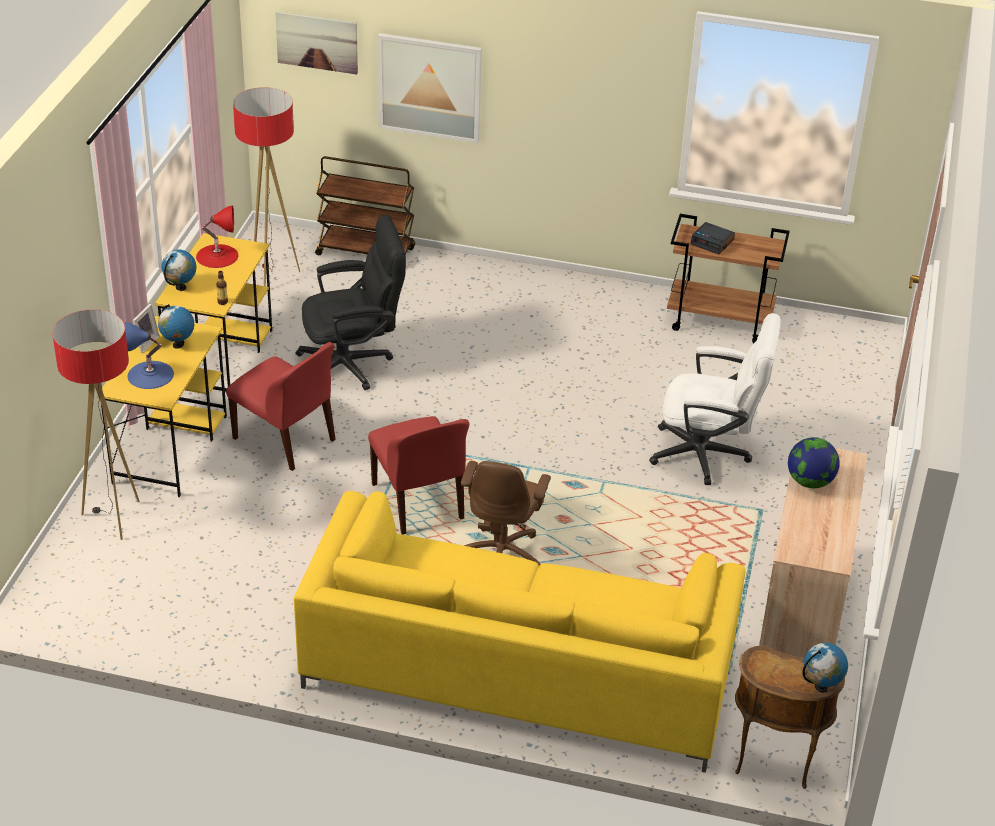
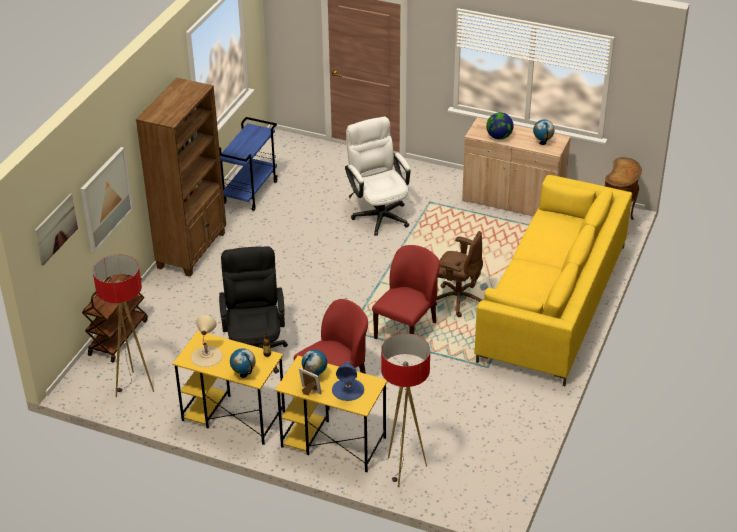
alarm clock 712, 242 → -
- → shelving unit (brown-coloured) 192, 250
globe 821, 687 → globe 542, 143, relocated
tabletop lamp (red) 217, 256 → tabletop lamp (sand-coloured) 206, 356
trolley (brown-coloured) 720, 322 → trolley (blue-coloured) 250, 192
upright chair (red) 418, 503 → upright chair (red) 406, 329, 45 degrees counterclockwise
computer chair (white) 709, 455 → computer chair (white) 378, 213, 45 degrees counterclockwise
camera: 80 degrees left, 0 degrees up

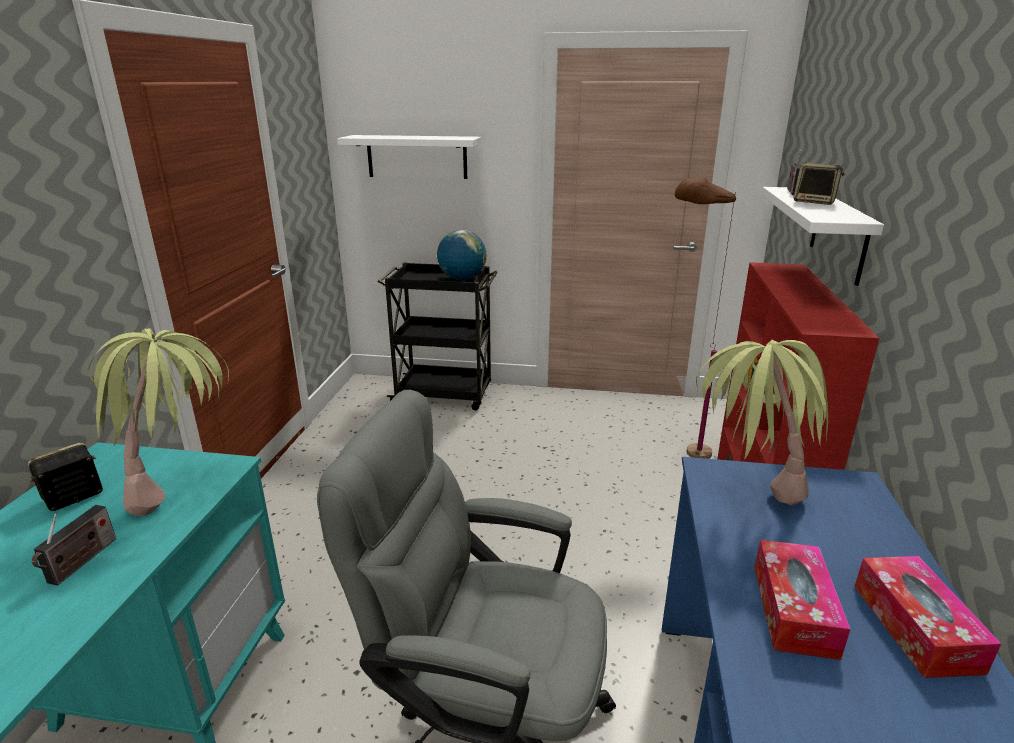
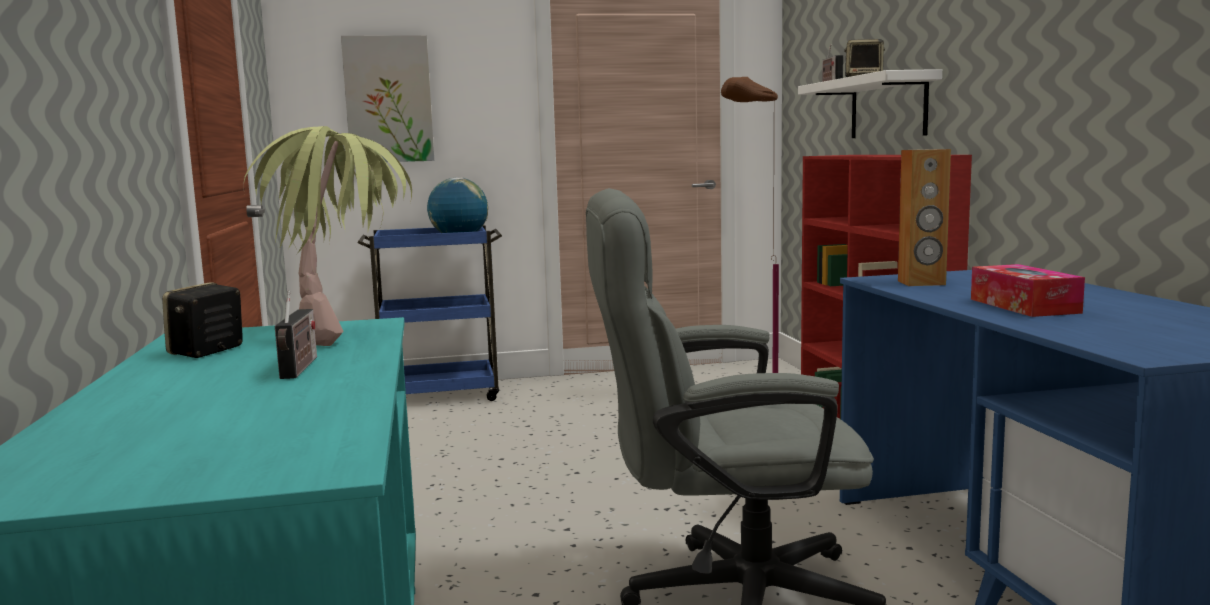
tissue holder 915, 627 → -
wall shelf (white) 417, 157 → wall picture 388, 99
plant in a pot 746, 498 → audio speaker (brown-coloured) 921, 283
trolley (blackish) 444, 394 → trolley (blue-coloured) 440, 395
camera: 20 degrees left, 15 degrees down

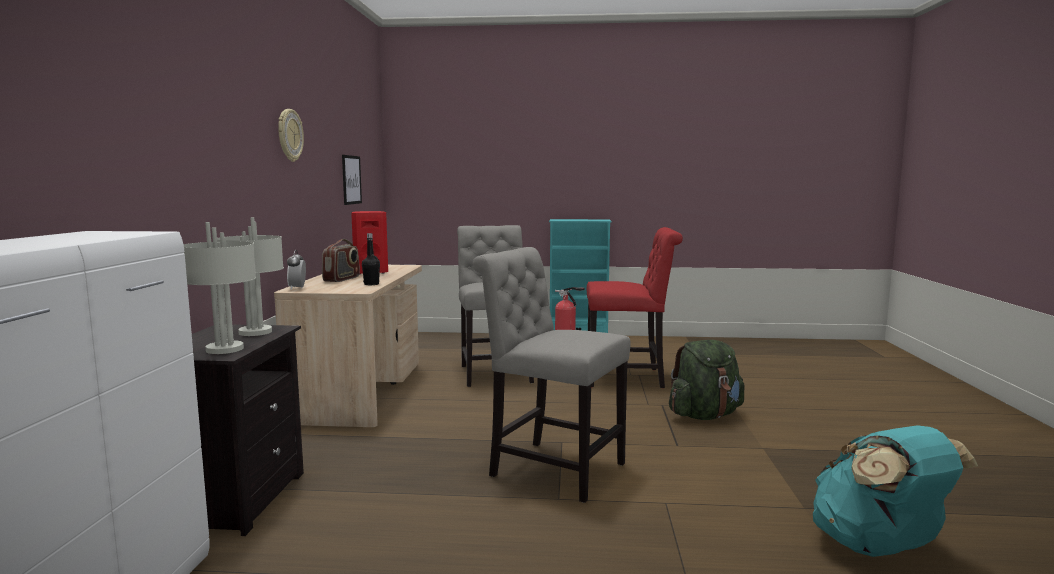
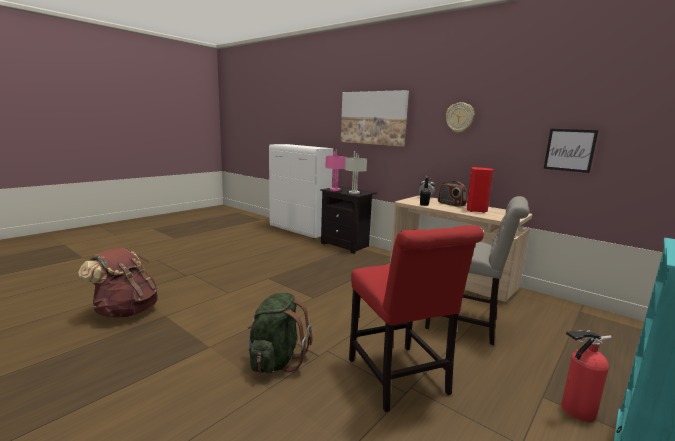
upright chair (grey) 551, 468 → -
- → wall picture 373, 118
tabletop lamp (grey) 225, 349 → tabletop lamp (pinkish) 335, 189
knapsack (turquoise-coloured) 879, 547 → knapsack (brown-coloured) 126, 311
upright chair (red) 629, 378 → upright chair (red) 400, 380, 60 degrees counterclockwise
camera: 125 degrees right, 5 degrees up

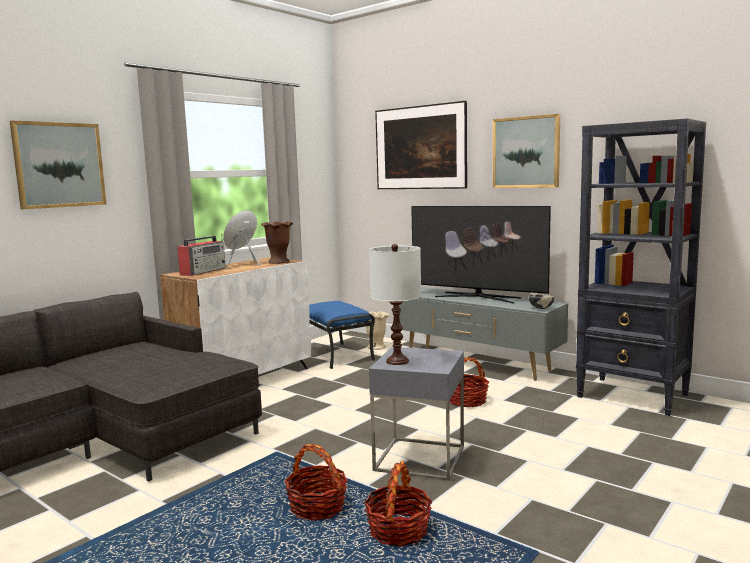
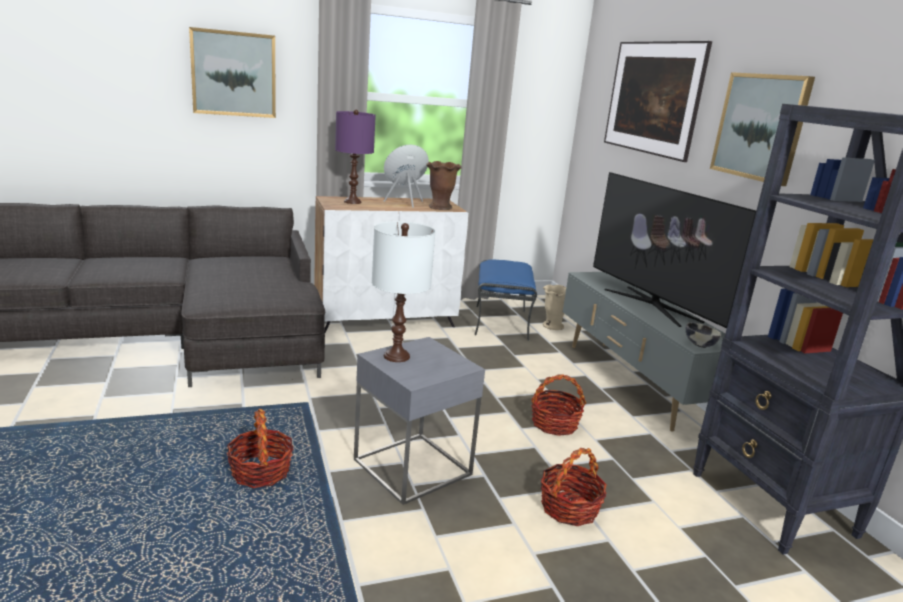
basket 398, 531 → basket 569, 508, relocated
radio set 203, 271 → tabletop lamp (purple) 353, 202
camera: 30 degrees right, 10 degrees up

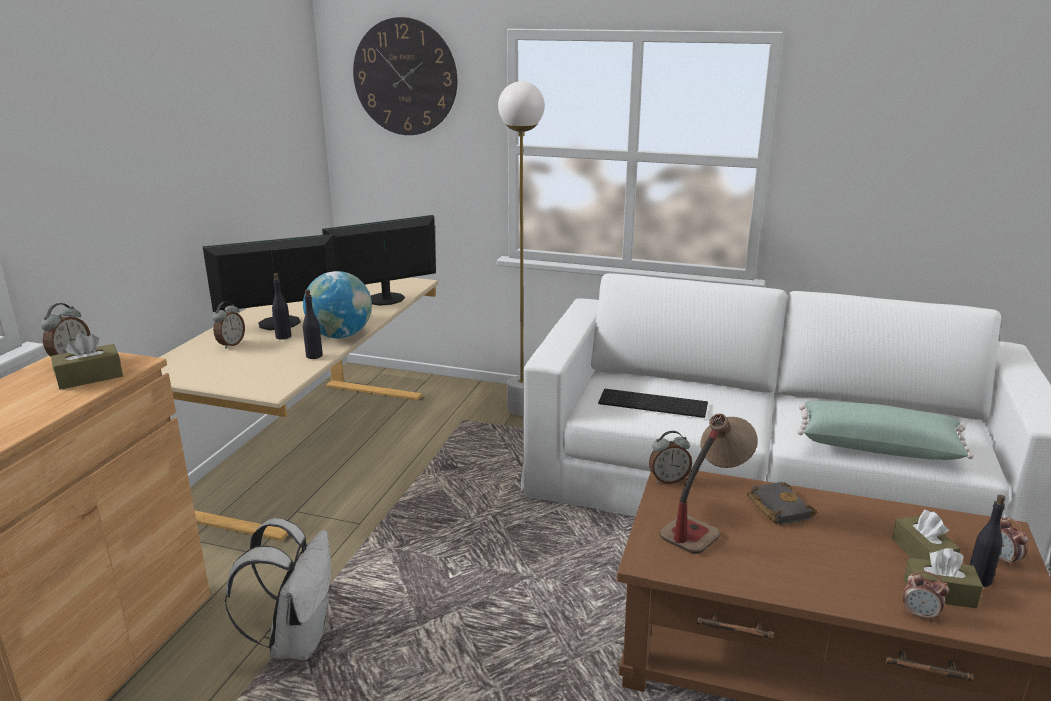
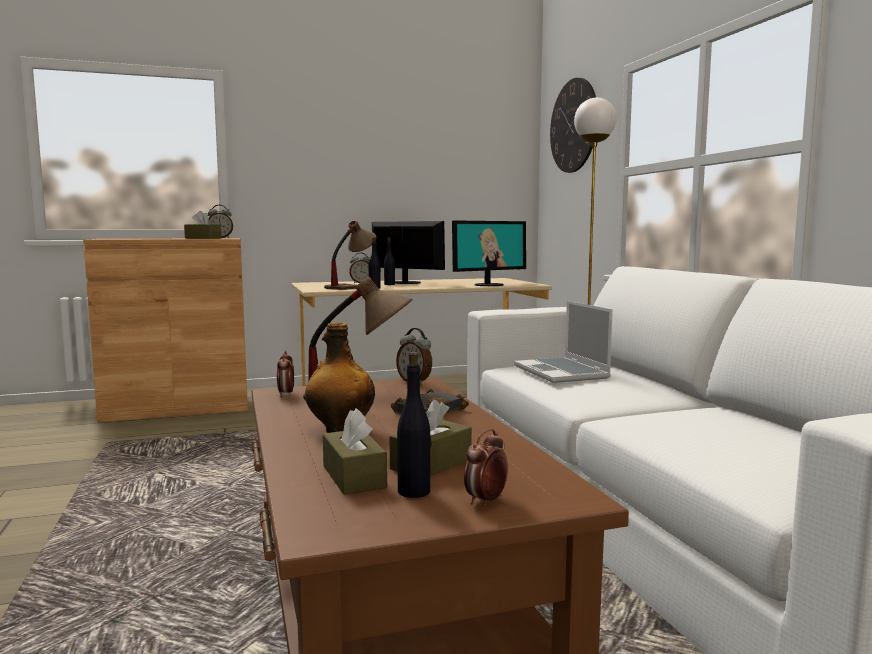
knapsack (white) 296, 640 → -
globe 340, 335 → -
pillow (greenish) 878, 446 → -
- → drink bottle 340, 430
- → tabletop lamp 351, 287
alarm clock 920, 615 → alarm clock 286, 394, relocated
PC keyboard 654, 403 → portable computer 562, 372
computer display 385, 299 → computer display 488, 285, 120 degrees clockwise
camera: 55 degrees right, 15 degrees down

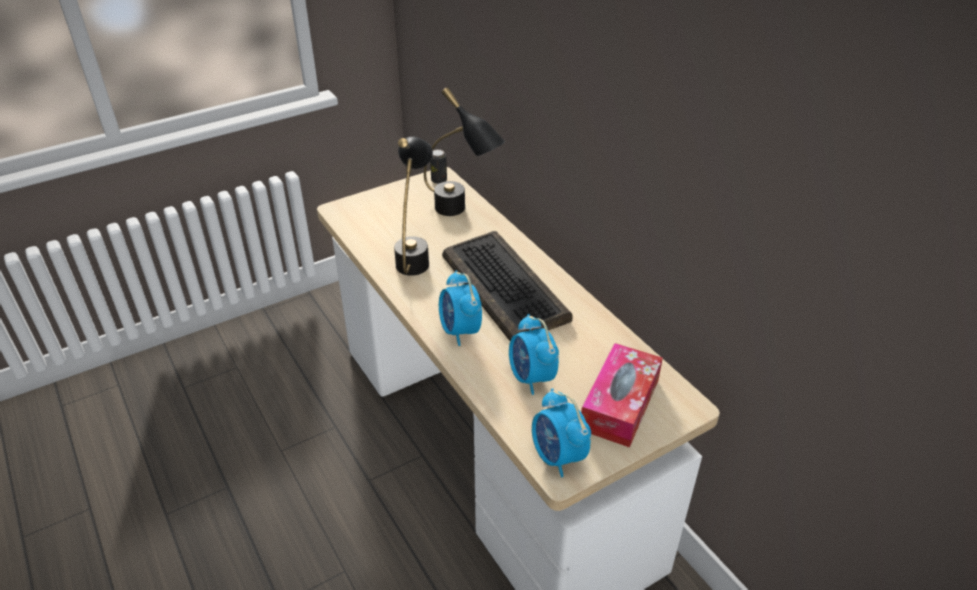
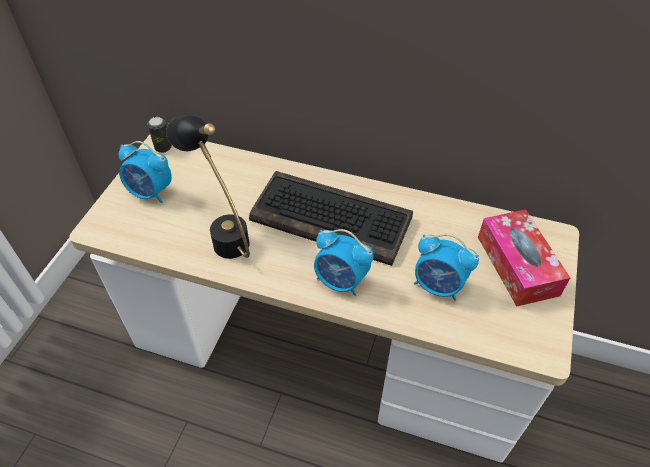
tabletop lamp (blackish) 461, 213 → -
alarm clock 558, 456 → alarm clock 151, 193, relocated
camera: 40 degrees left, 10 degrees up

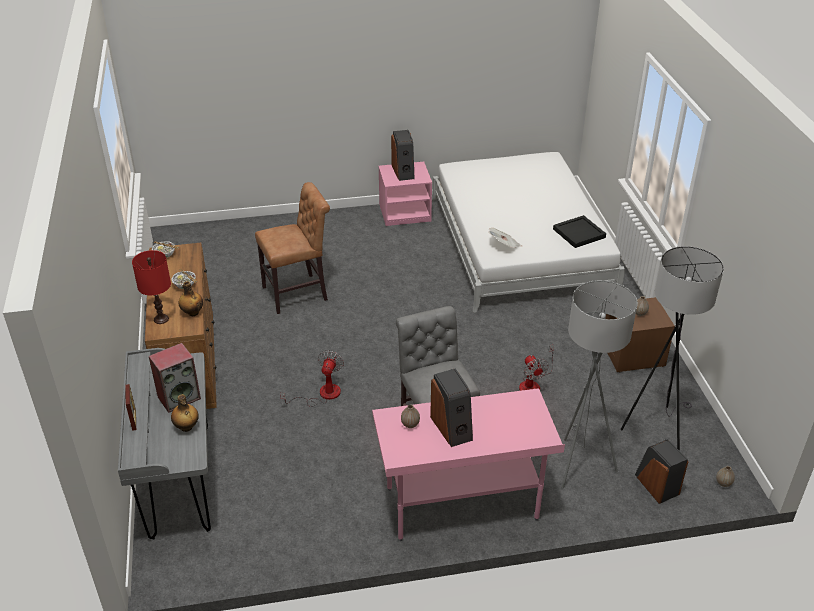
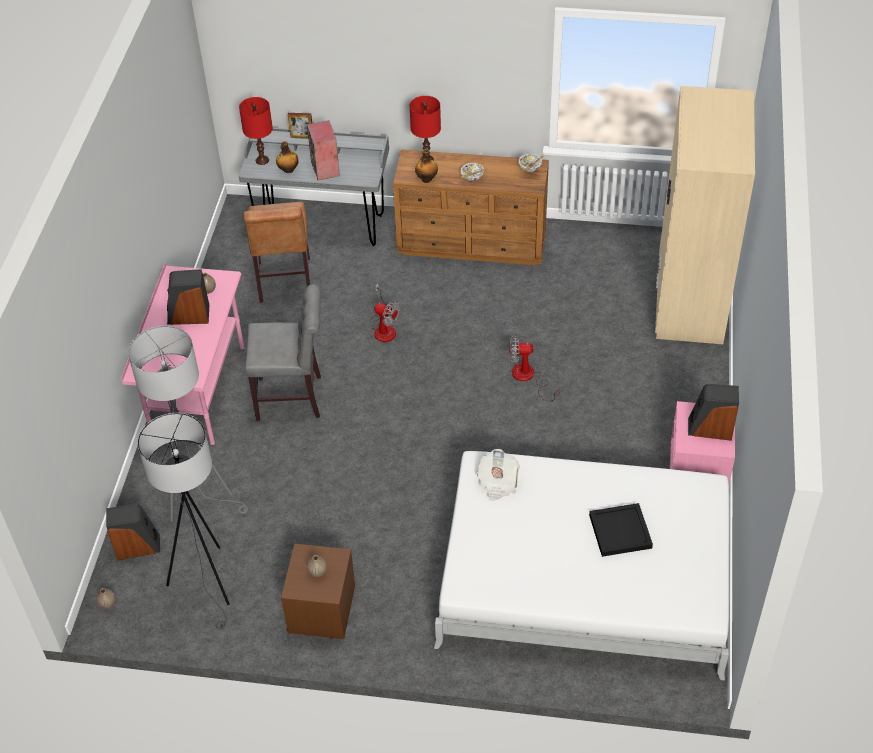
- → tabletop lamp (red) 262, 160
- → armoire (sand-coloured) 689, 299
upright chair (brown-coloured) 298, 293 → upright chair (brown-coloured) 284, 283, relocated
fan 533, 384 → fan 528, 378, relocated
serving tray (blackish) 579, 233 → serving tray (blackish) 621, 532, relocated
camera: 110 degrees right, 10 degrees up

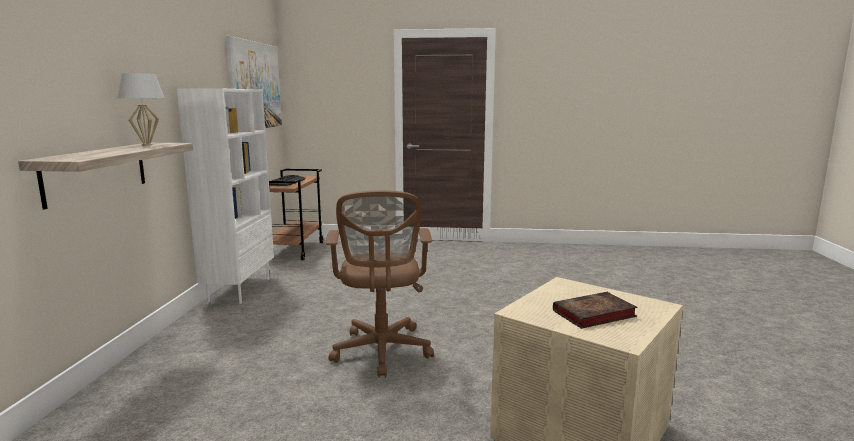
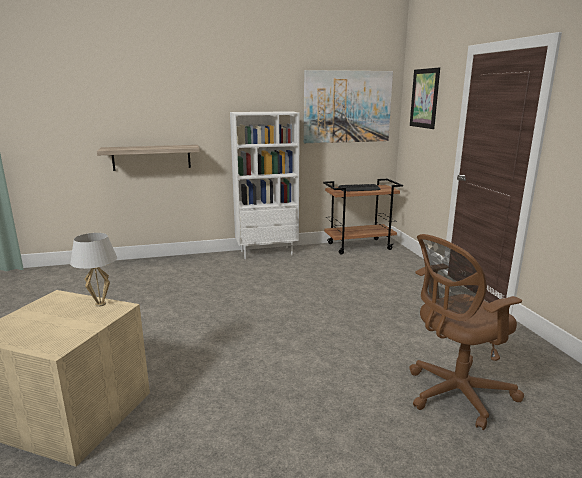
volume 593, 315 → -
- → wall picture 424, 98
tabletop lamp (white) 146, 145 → tabletop lamp (white) 100, 304, relocated
computer chair (brown-coloured) 381, 352 → computer chair (brown-coloured) 454, 394, relocated
camera: 70 degrees right, 5 degrees up

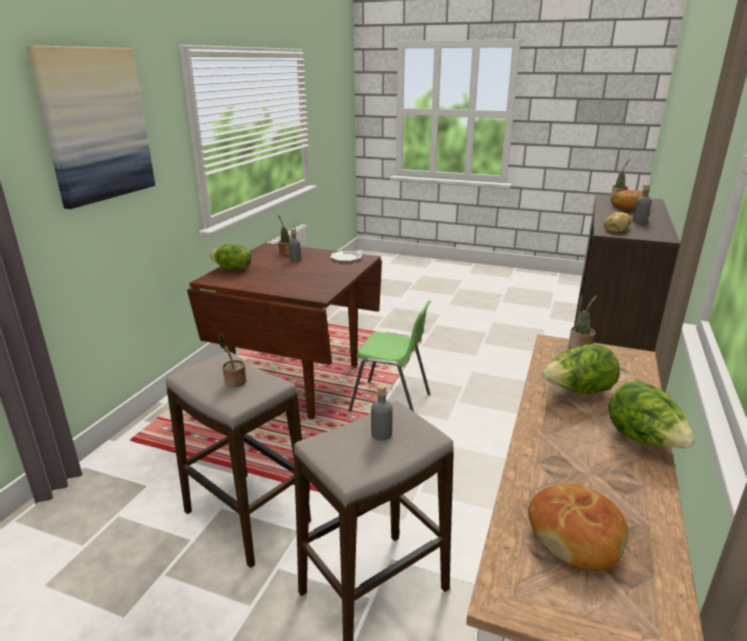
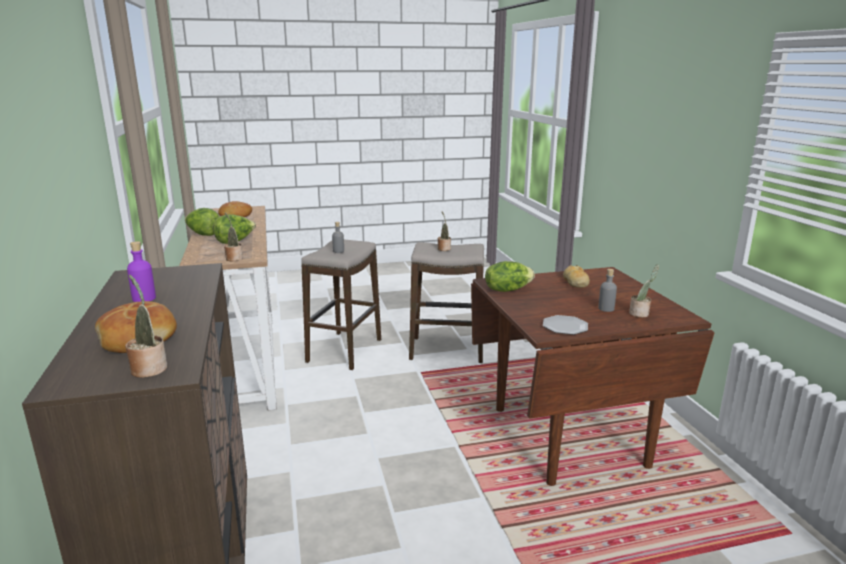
wall picture 96, 125 → -
upright chair (greenish) 391, 402 → -
lettuce 232, 269 → lettuce 507, 289, relocated
bakery bread 616, 228 → bakery bread 575, 282, relocated
drink bottle (grey) 639, 221 → drink bottle (purple) 144, 298
camera: 145 degrees right, 5 degrees down

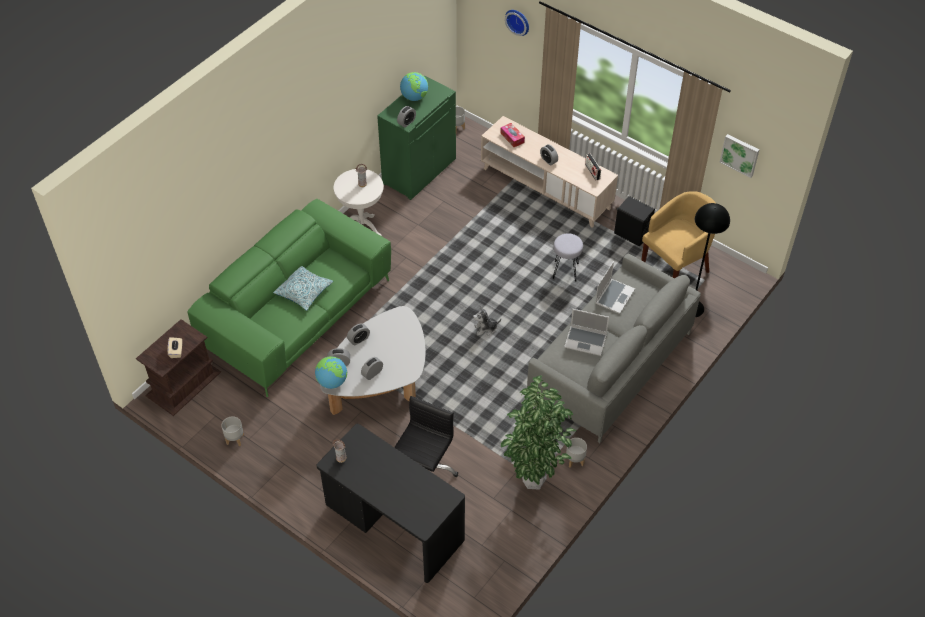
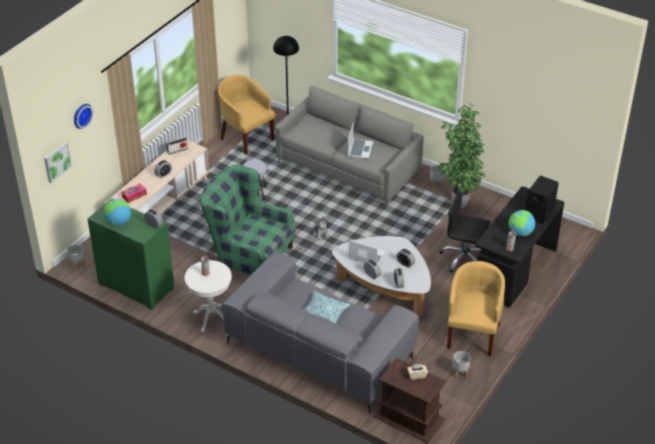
- → lounge chair (greenish) 248, 257
- → lounge chair (yellowish) 472, 334
globe 332, 381 → globe 520, 233, relocated
portable computer 614, 296 → portable computer 366, 256, relocated
audio speaker (blackish) 632, 233 → audio speaker (blackish) 539, 213, relocated
wall picture 740, 154 → wall picture 56, 161, relocated
sofa (greenish) 297, 315 → sofa (grey) 319, 350
camera: 95 degrees left, 10 degrees down

